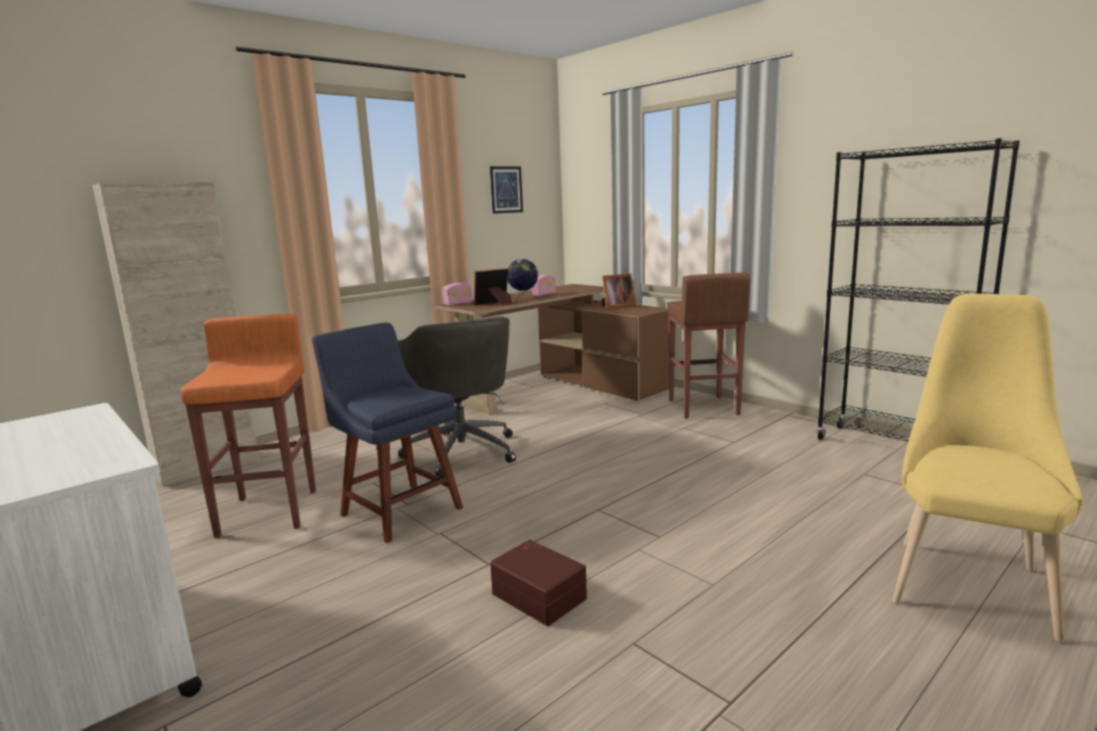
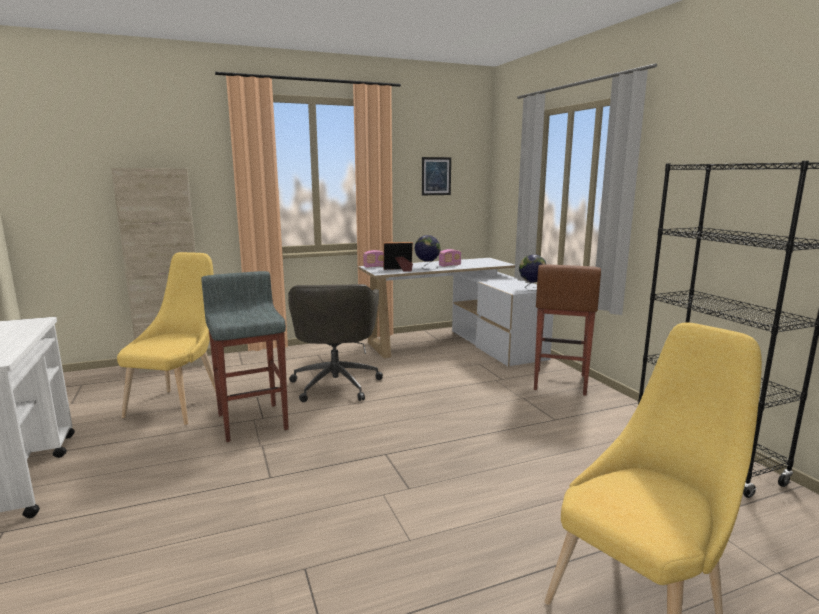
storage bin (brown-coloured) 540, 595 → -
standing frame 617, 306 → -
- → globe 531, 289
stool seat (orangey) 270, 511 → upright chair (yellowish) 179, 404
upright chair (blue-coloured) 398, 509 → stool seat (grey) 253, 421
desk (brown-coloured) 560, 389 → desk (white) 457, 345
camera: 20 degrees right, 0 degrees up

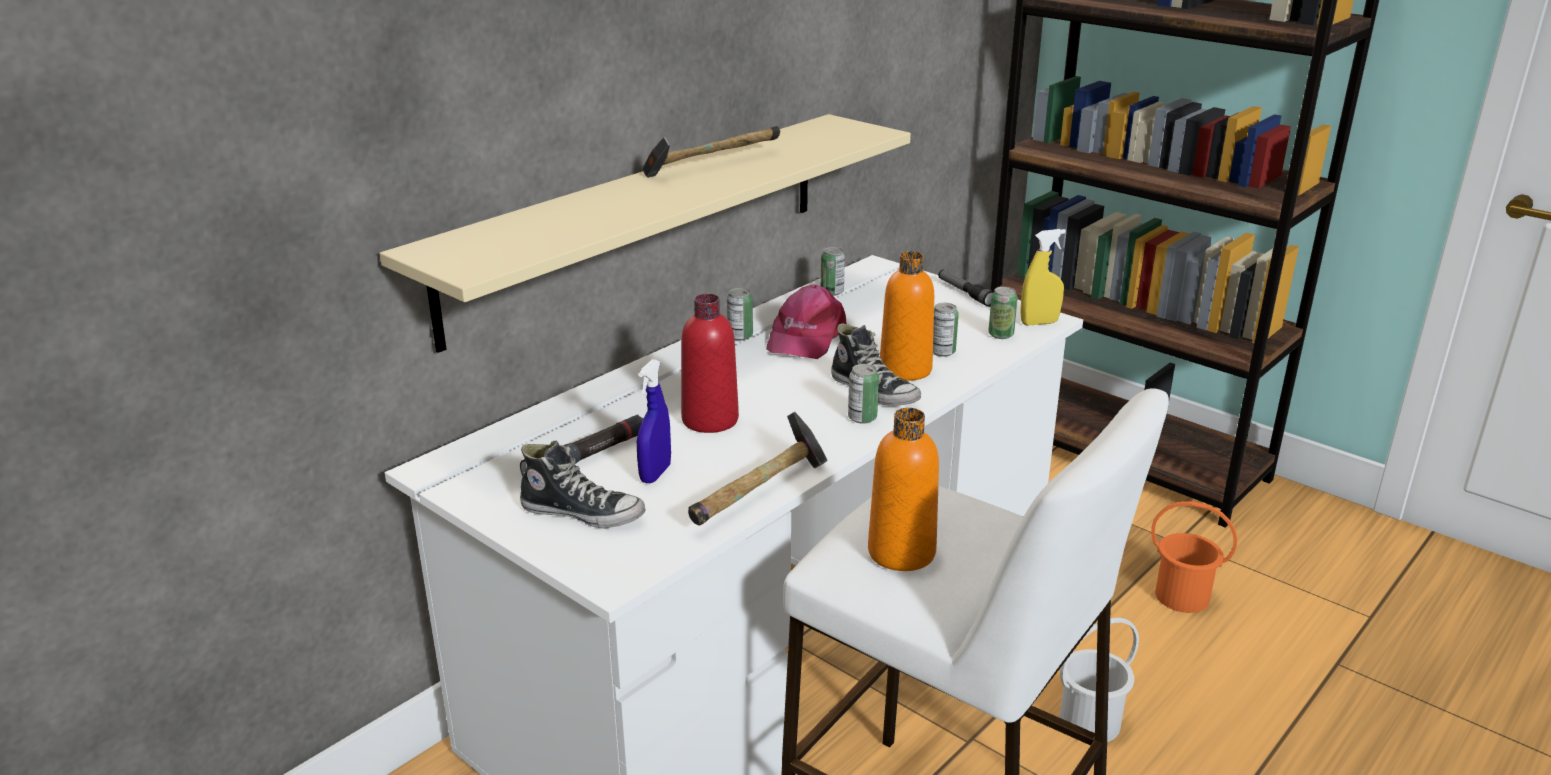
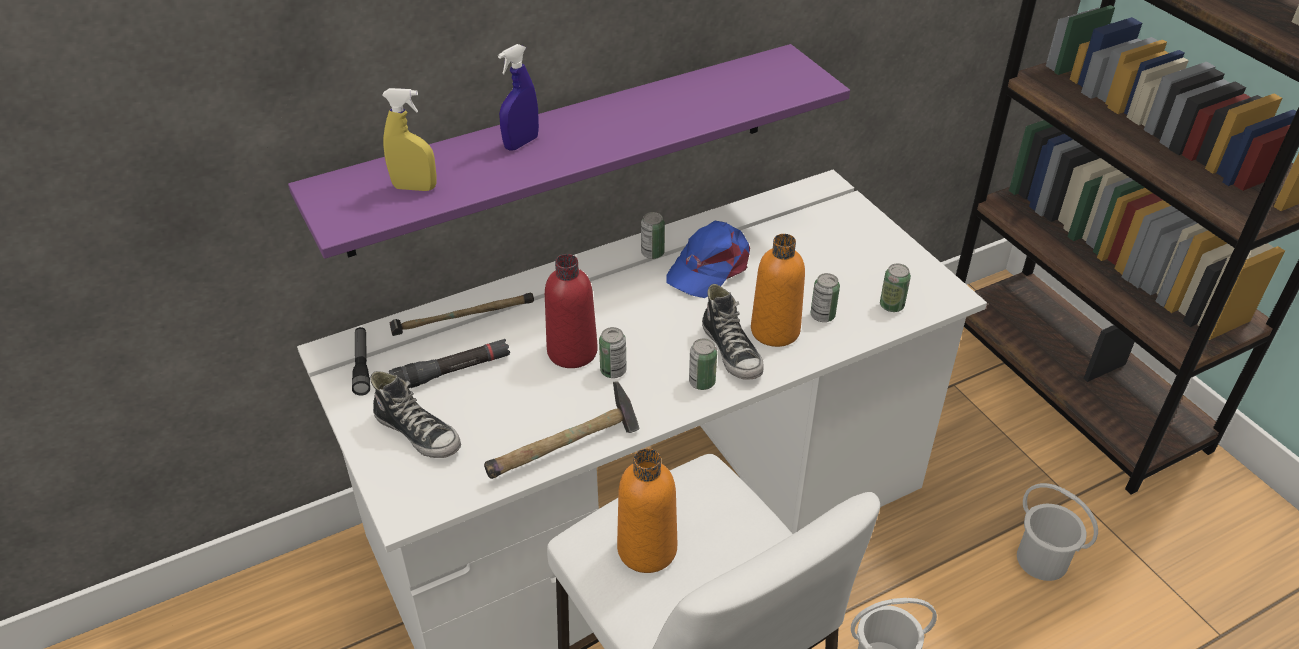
spray bottle (blue-coloured) 655, 474 → spray bottle (blue-coloured) 521, 143, relocated
hand hammer 711, 166 → hand hammer 459, 327, relocated
sealed can 832, 292 → sealed can 613, 371, relocated
torch 965, 293 → torch 362, 365, relocated
spray bottle (yellowish) 1039, 323 → spray bottle (yellowish) 414, 187, relocated
wall shelf (sand-coloured) 642, 222 → wall shelf (purple) 563, 149
baseball cap (pinkish) 805, 337 → baseball cap (blue-coloured) 709, 267
pail (orangey) 1181, 596 → pail (white) 1042, 559
camera: 20 degrees right, 15 degrees up

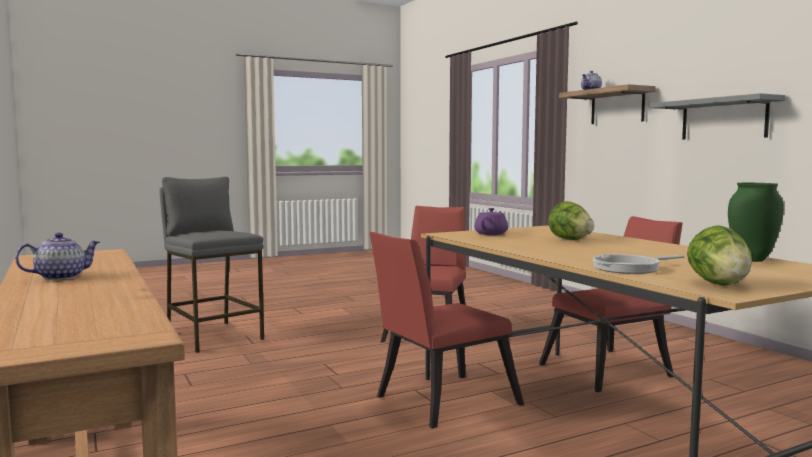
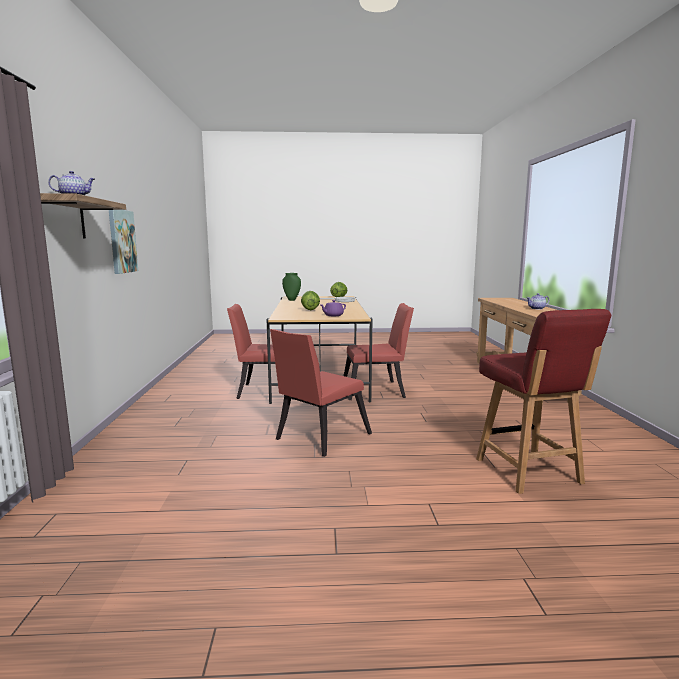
stool seat (grey) 214, 336 → upright chair (red) 529, 472
wall shelf (grey) 723, 119 → wall picture 122, 241
camera: 155 degrees left, 5 degrees up

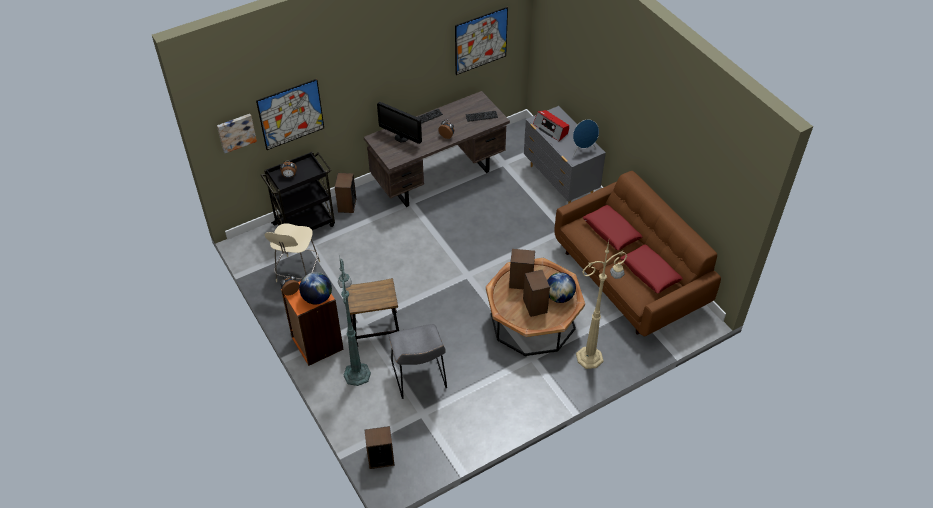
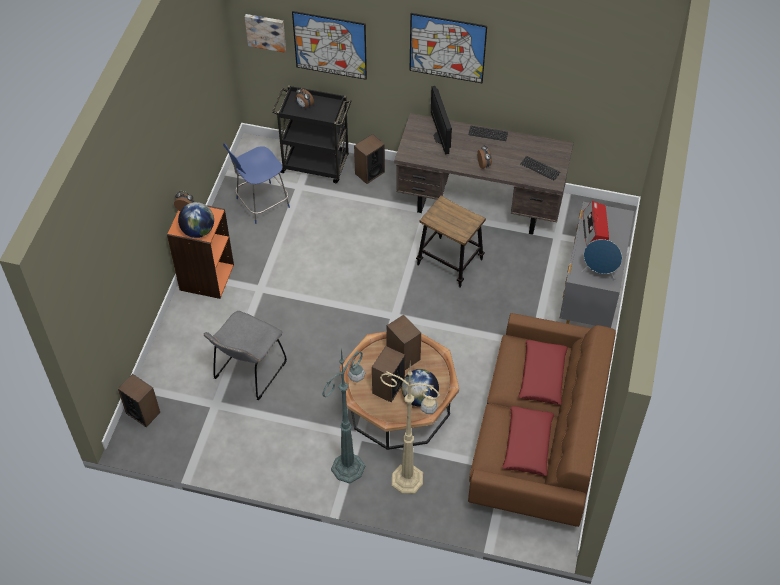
standard lamp (greenish) 357, 373 → standard lamp (greenish) 349, 466, relocated
stool seat 375, 333 → stool seat 449, 262, relocated
wall picture 481, 41 → wall picture 447, 48, relocated
upright chair (sand-coloured) 297, 273 → upright chair (blue-coloured) 261, 203
camera: 45 degrees right, 5 degrees up

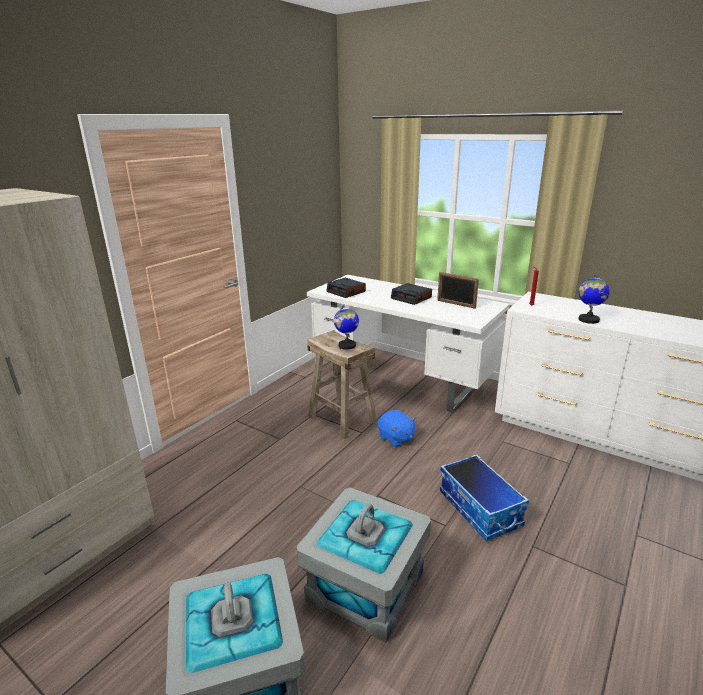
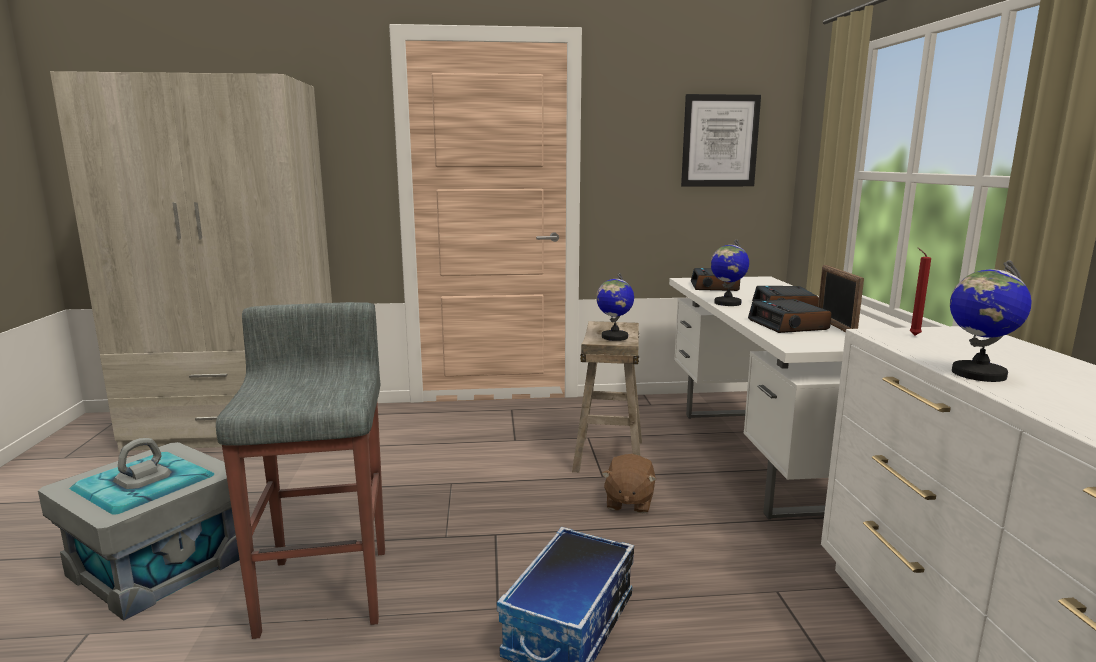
- → wall picture 719, 141
- → globe 727, 303
- → alarm clock 789, 325
storage bin (grey) 365, 585 → stool seat (grey) 327, 588
plush toy (blue-coloured) 396, 438 → plush toy (brown-coloured) 628, 502
camera: 50 degrees right, 10 degrees down

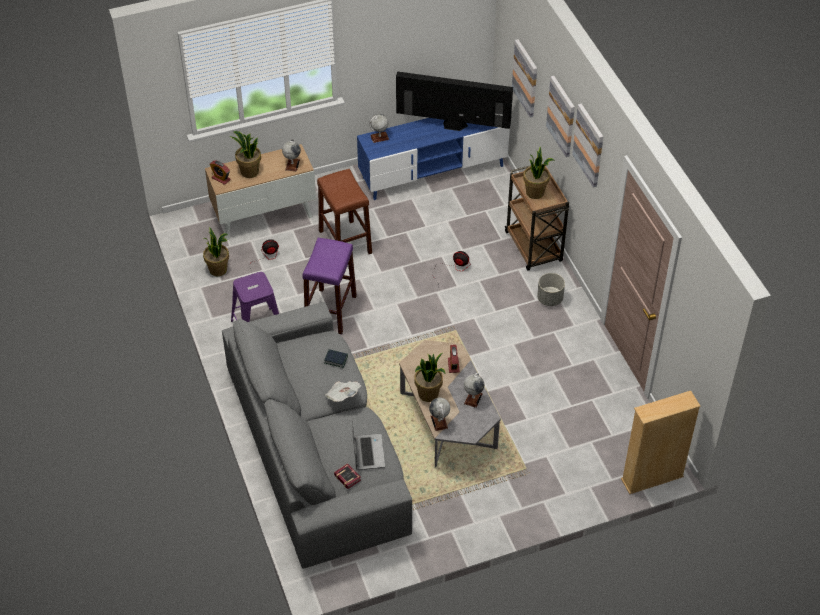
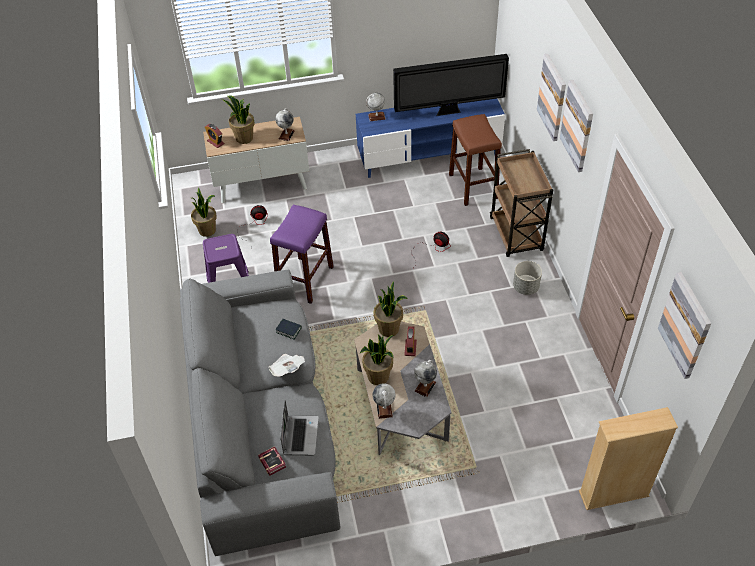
stool seat (brown-coloured) 345, 242 → stool seat (brown-coloured) 473, 186, relocated
wall picture 525, 78 → wall picture 685, 325, relocated
plant in a pot 535, 192 → plant in a pot 389, 329, relocated
TV 453, 126 → TV 449, 111, 150 degrees clockwise
camera: 10 degrees right, 0 degrees up

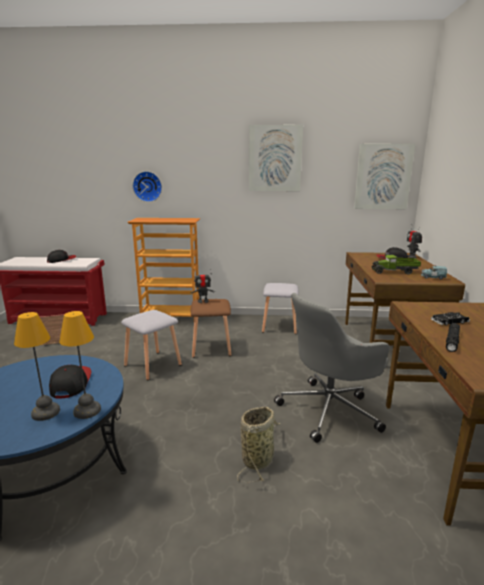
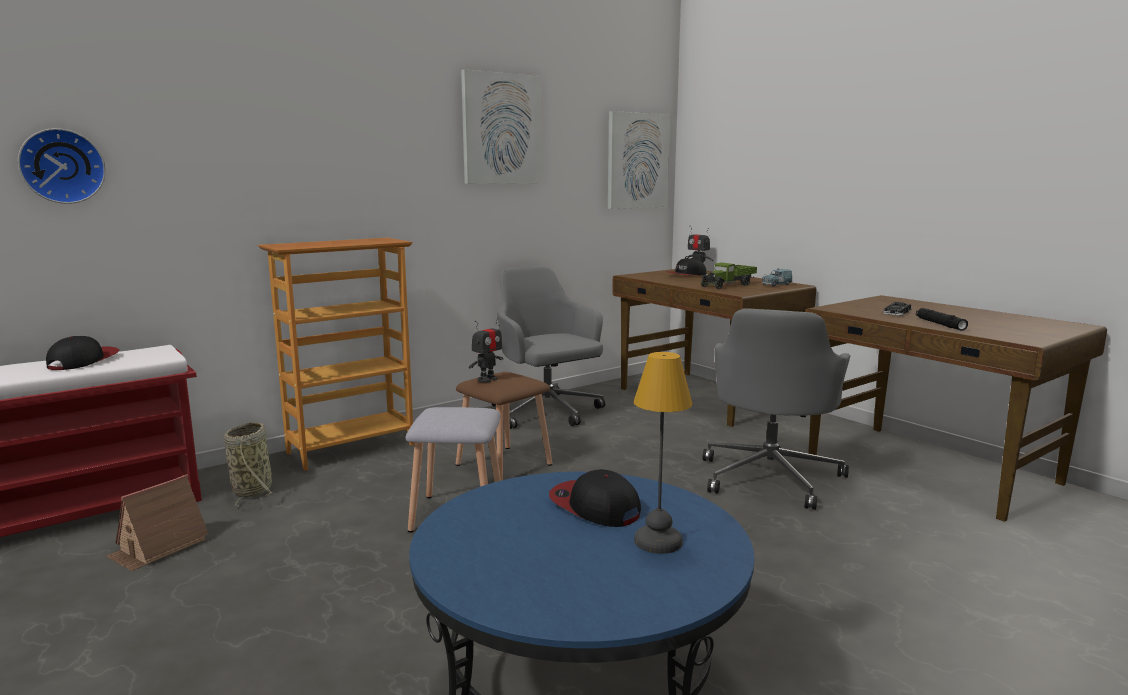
tabletop lamp 87, 411 → -
clock on the wall 148, 186 → clock on the wall 62, 166, relocated
basket 258, 458 → basket 253, 490, relocated
stool seat (grey) 280, 326 → computer chair (grey) 547, 412
camera: 40 degrees left, 5 degrees down

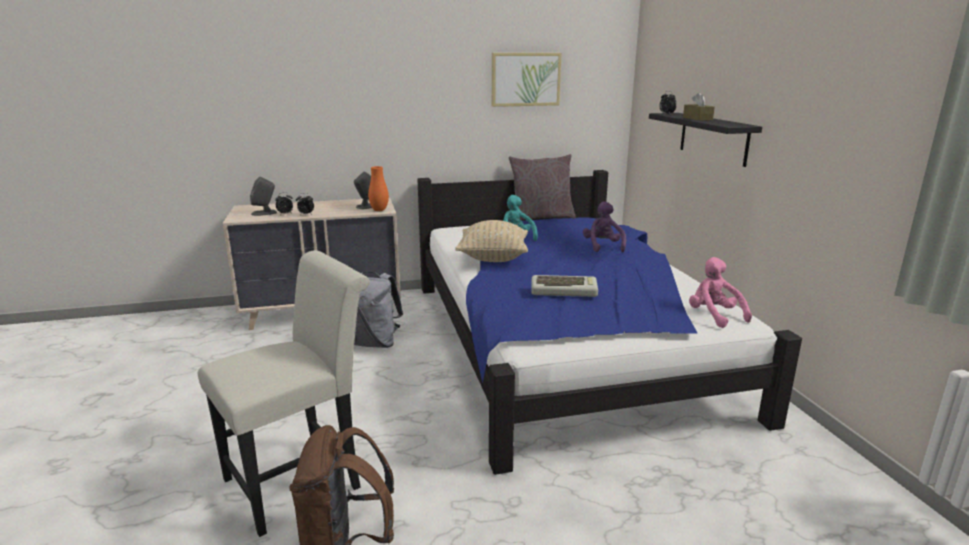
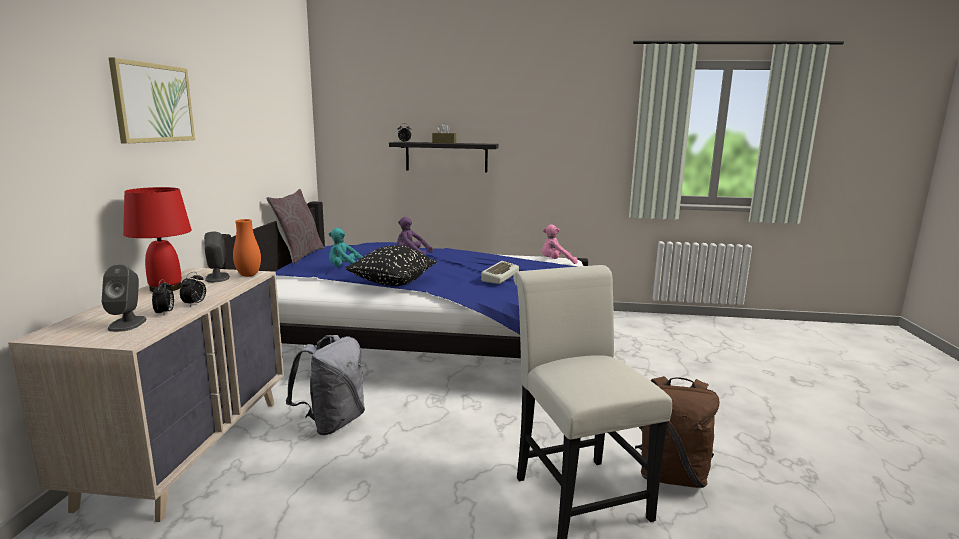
- → tabletop lamp (red) 165, 288
wall picture 525, 79 → wall picture 153, 103, relocated
pillow (sand-coloured) 493, 258 → pillow (blackish) 392, 283
camera: 70 degrees left, 5 degrees down

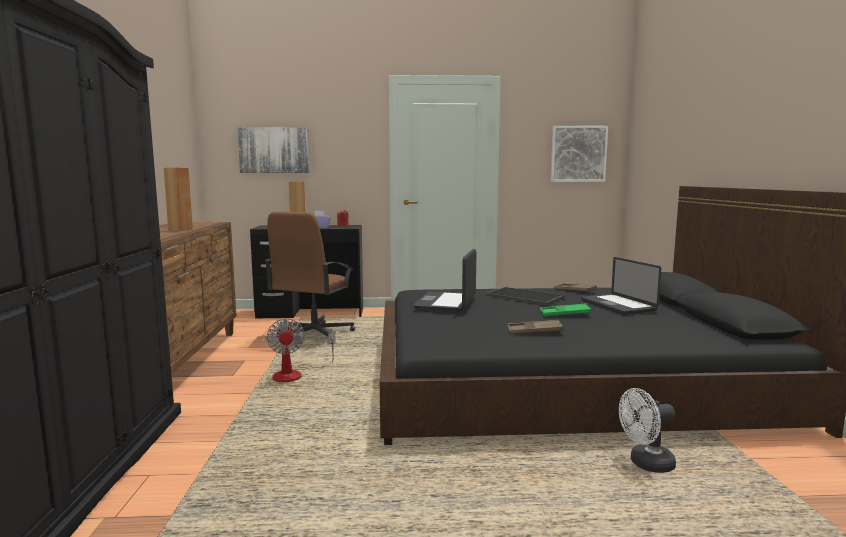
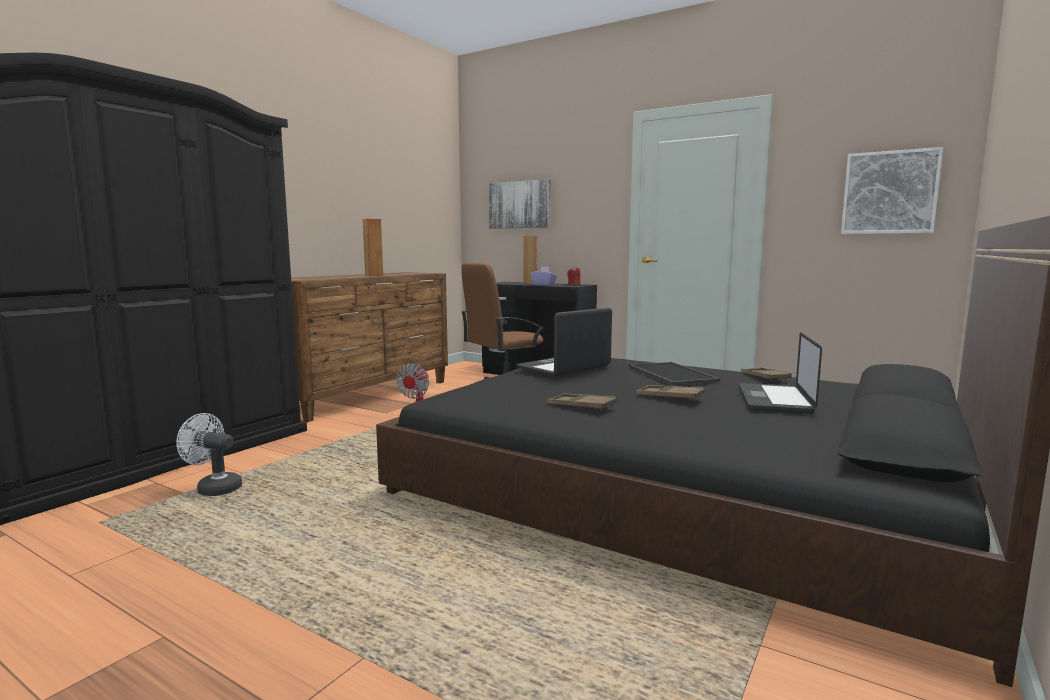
fan (white) 646, 464 → fan (white) 214, 488, relocated
serving tray (greenish) 565, 314 → serving tray (brown-coloured) 669, 397
camera: 35 degrees right, 0 degrees up

